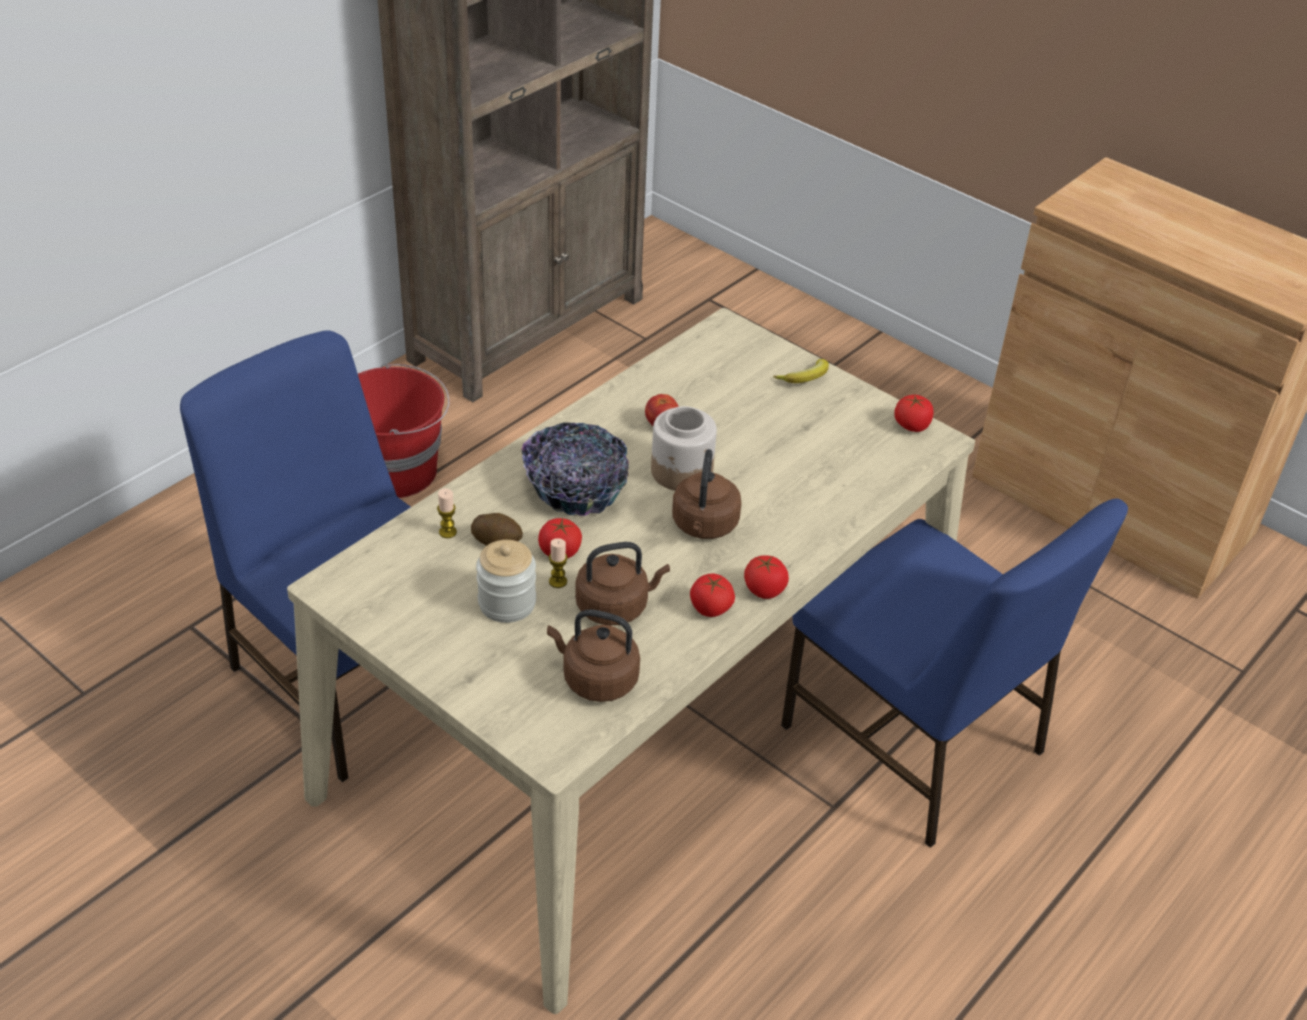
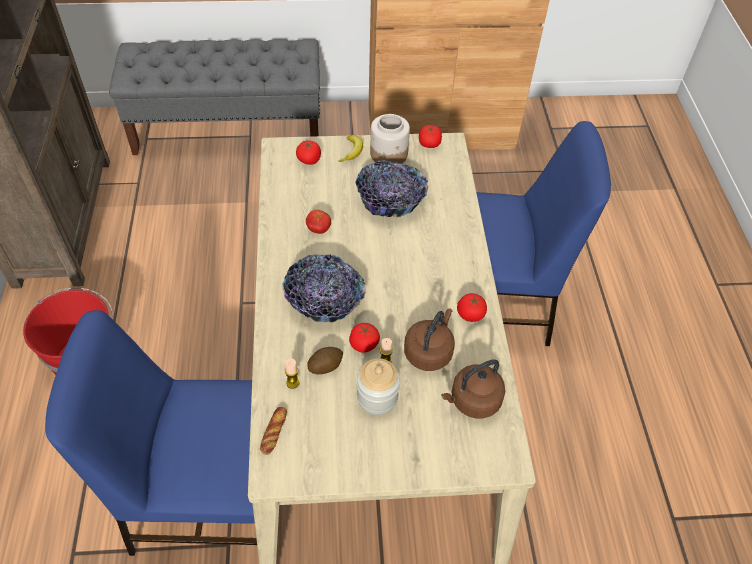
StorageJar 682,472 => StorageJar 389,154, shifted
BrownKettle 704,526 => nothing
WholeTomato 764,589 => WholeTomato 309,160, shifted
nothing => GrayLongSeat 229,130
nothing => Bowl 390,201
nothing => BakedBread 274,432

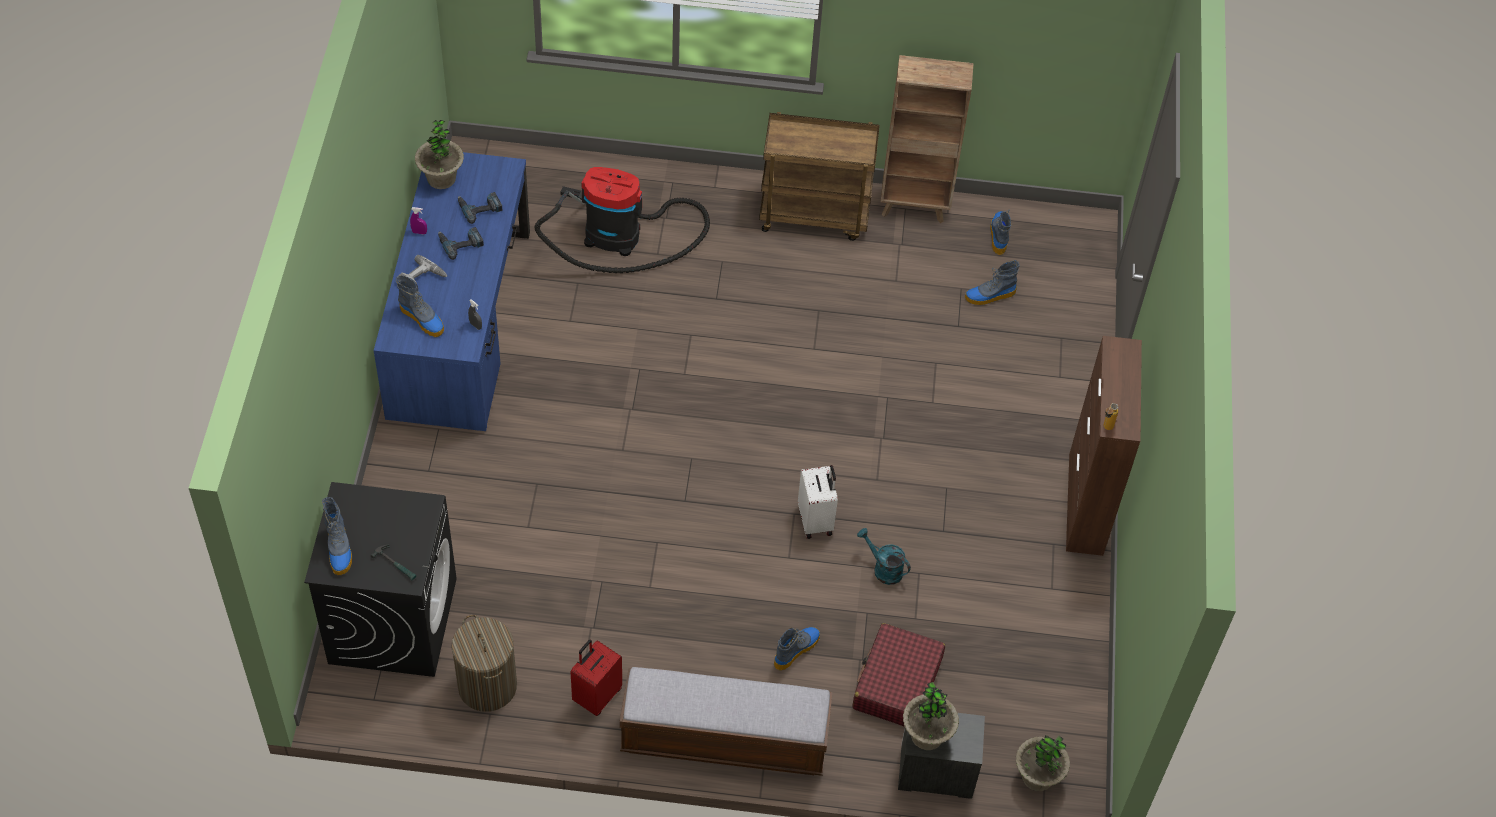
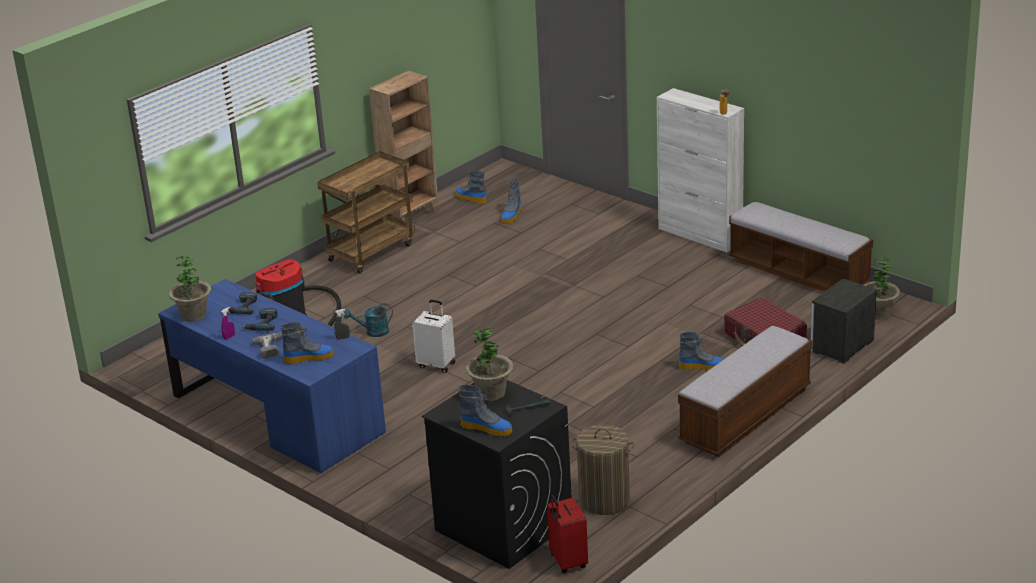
BrownCabinet 1085,504 => WhitishCabinet 700,235
WhitishPieceOfLuggage 816,521 => WhitishPieceOfLuggage 437,364, shifted
BlueGreenWateringCan 883,568 => BlueGreenWateringCan 373,332, shifted
Boot 796,649 => Boot 702,366, 105 degrees clockwise
RedColouredPieceOfLuggage 596,695 => RedColouredPieceOfLuggage 567,562, shifted
PlantInAPot 927,735 => PlantInAPot 491,393, shifted
nothing => LongSeat 798,273

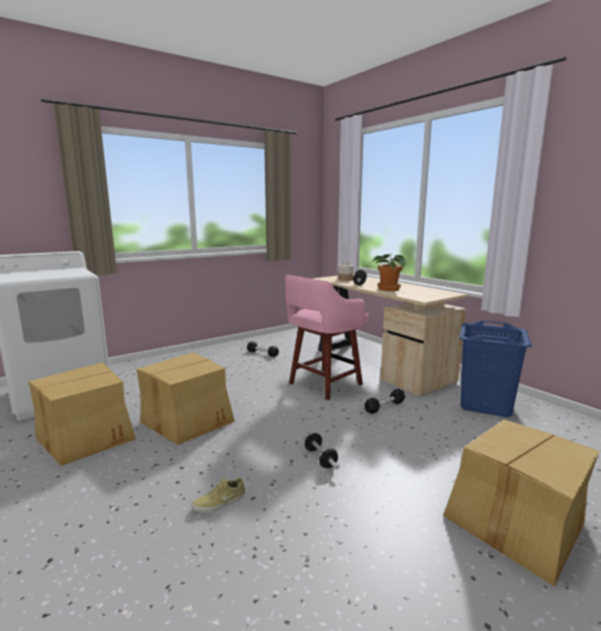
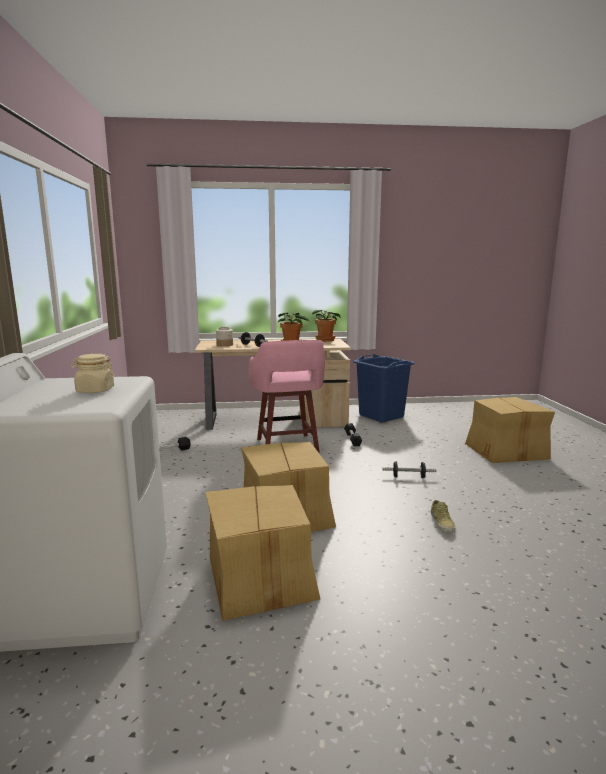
nothing => PlantInAPot 326,340
nothing => BeigeColouredStorageJar 95,390

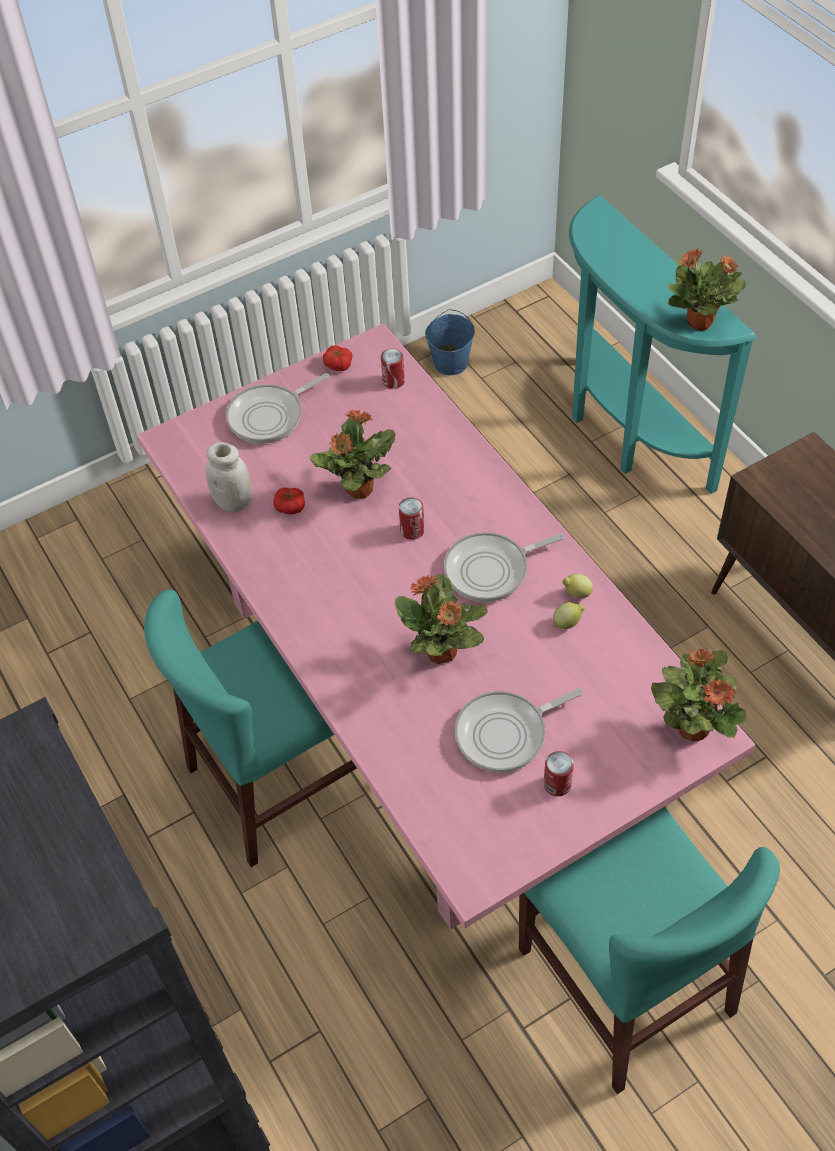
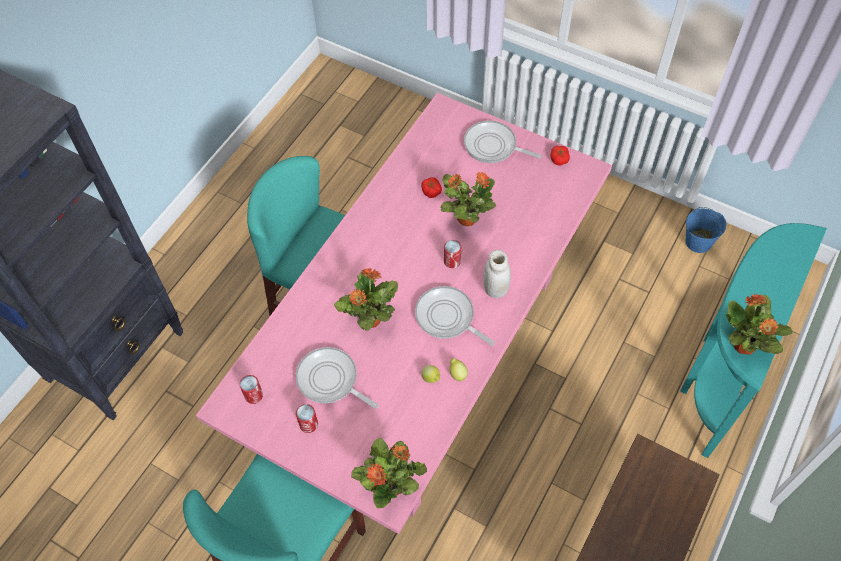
SealedCan 393,381 => SealedCan 254,395, shifted
WhitishStorageJar 233,502 => WhitishStorageJar 495,289, shifted

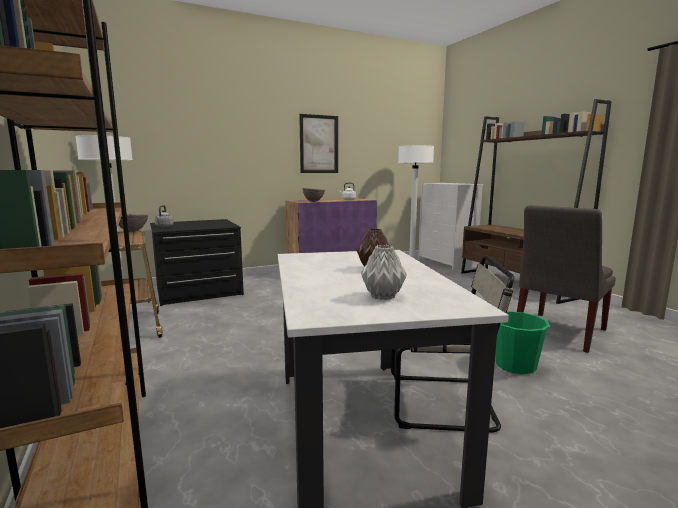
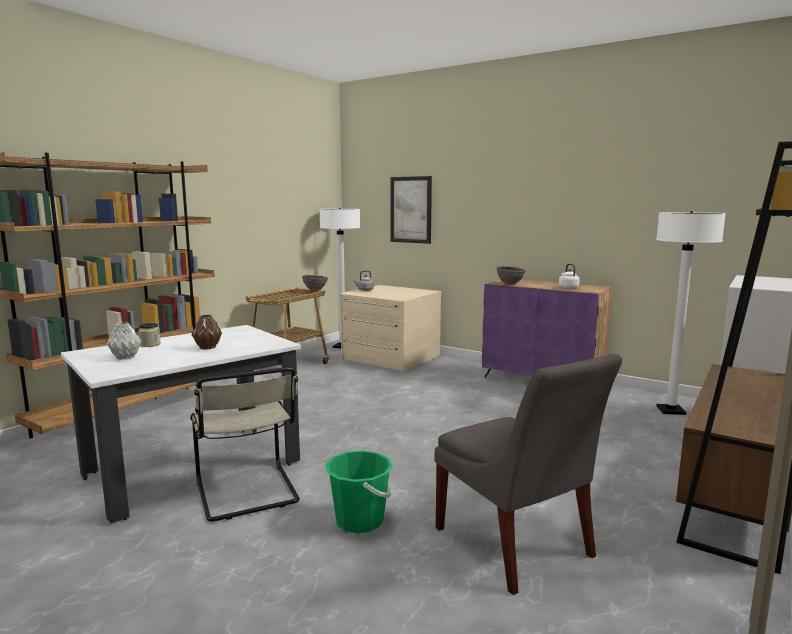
Picture 319,144 => Picture 410,210, shifted
GrayPlainChair 558,332 => GrayPlainChair 516,546, 135 degrees counterclockwise
BlackishChestOfDrawers 199,291 => BeigeColouredChestOfDrawers 390,358
nothing => StorageJar 150,344

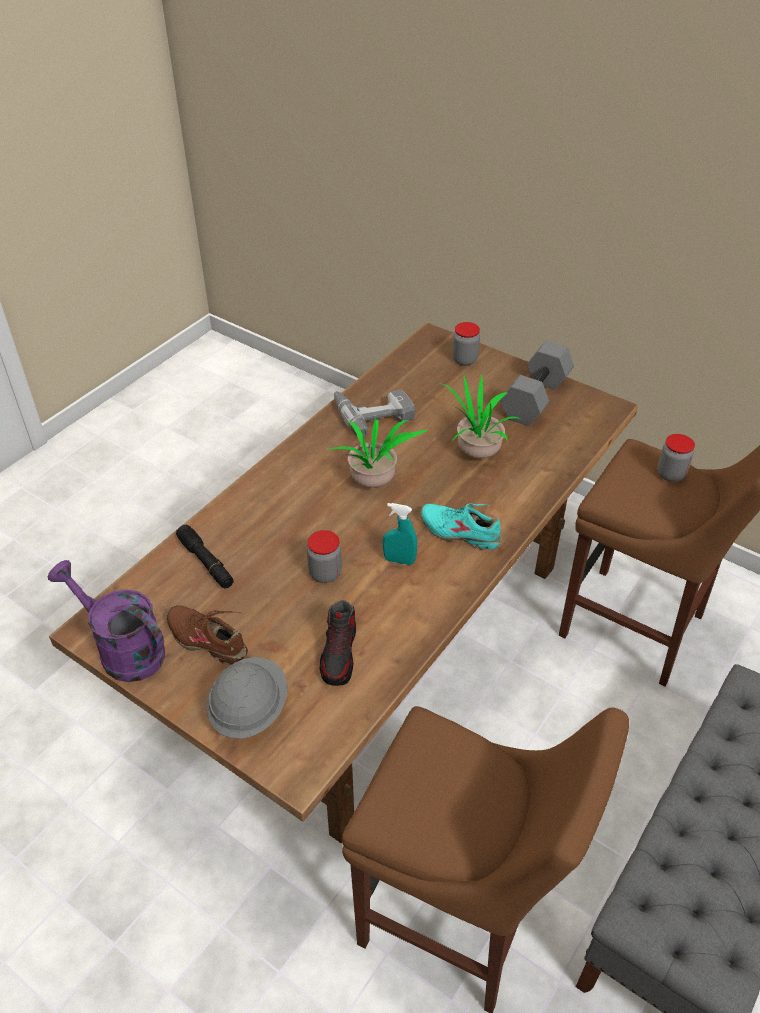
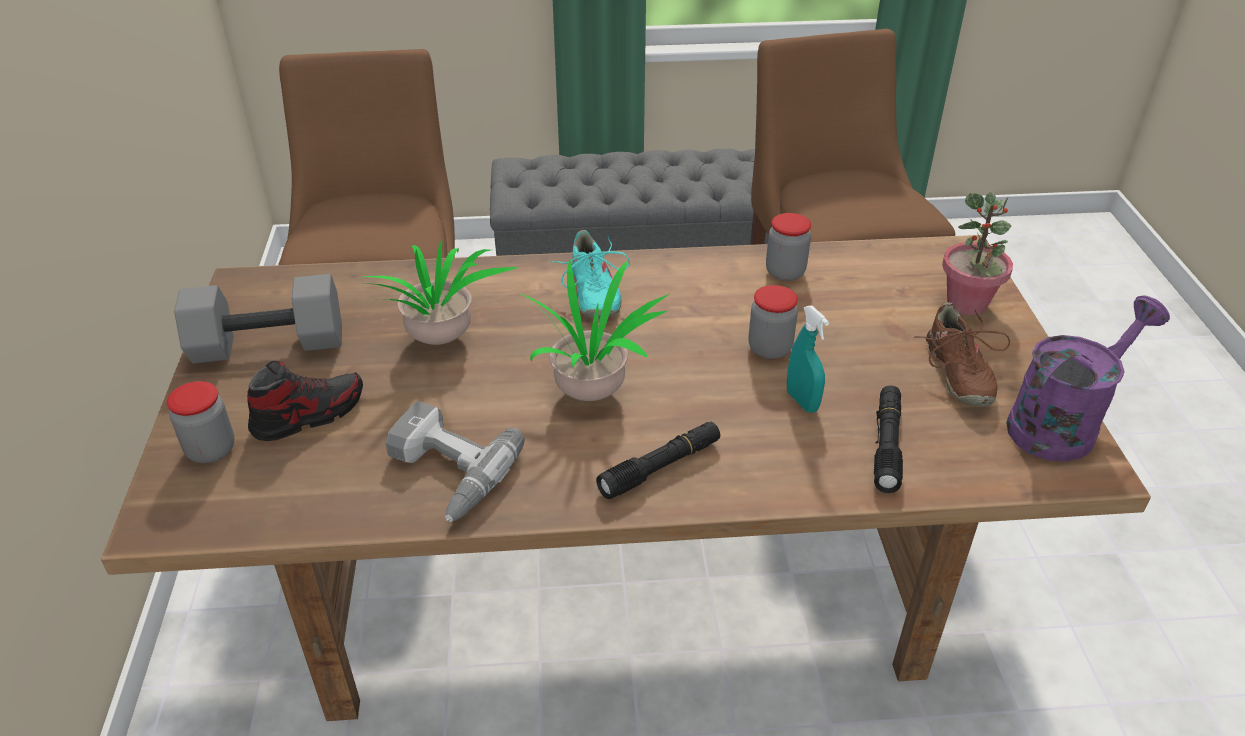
StorageJar 670,474 => StorageJar 785,272, shifted
BlueGreenSprayBottle 399,560 => BlueGreenSprayBottle 802,401, shifted
PurpleColouredWateringCan 123,649 => PurpleColouredWateringCan 1062,423, 120 degrees counterclockwise
LowShoe 339,655 => LowShoe 309,415, shifted
GrayWorkHelmet 249,710 => PlantInAPot 967,304
nothing => BlackishFlashlight 660,467

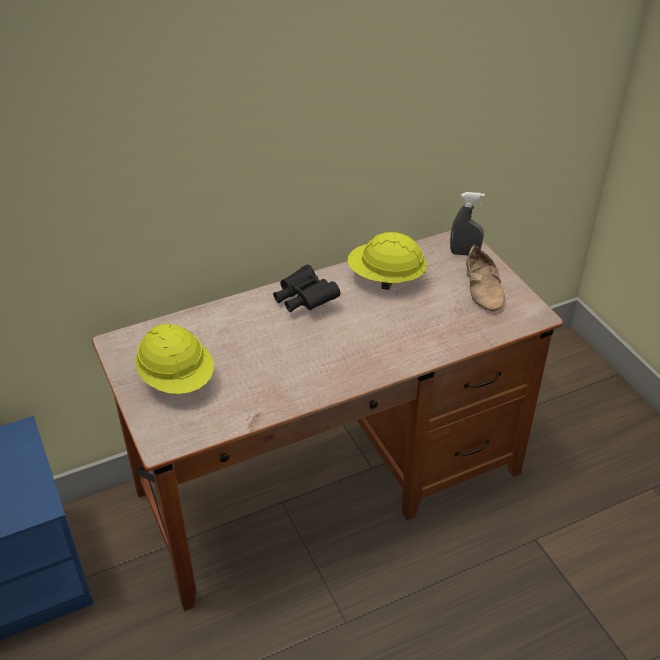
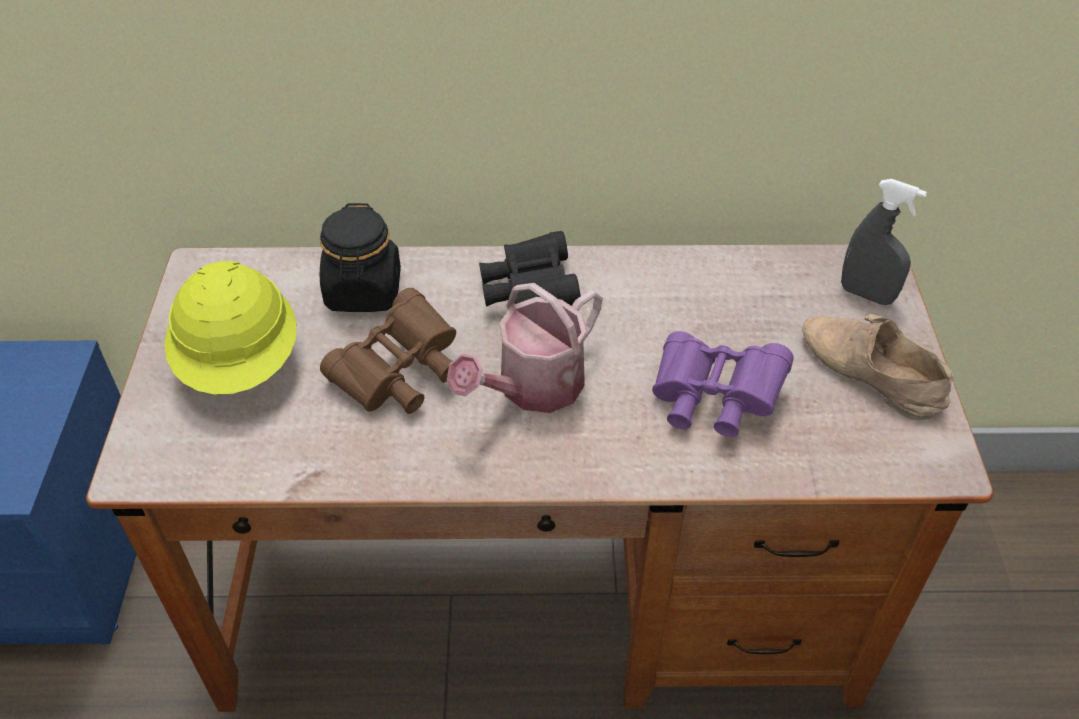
YellowColouredWorkHelmet 386,279 => nothing
BeigeColouredLowShoe 484,288 => BeigeColouredLowShoe 867,373, 120 degrees clockwise
nothing => BlackishStorageJar 364,291
nothing => WateringCan 532,388
nothing => BrownPairOfBinoculars 399,375
nothing => PurpleColouredPairOfBinoculars 712,400

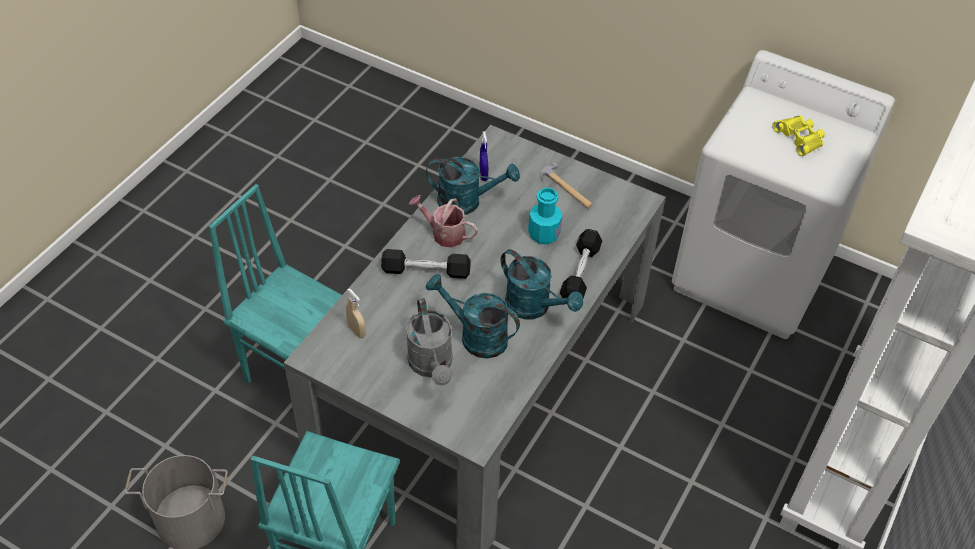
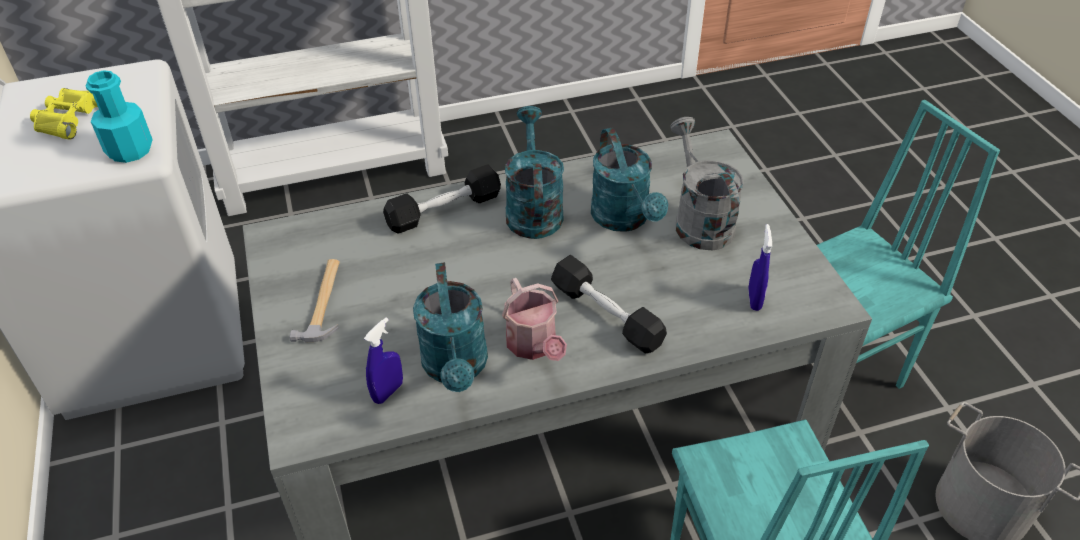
BlueGreenWateringCan 467,202 => BlueGreenWateringCan 456,368, 150 degrees counterclockwise
BlueGreenBottle 544,234 => BlueGreenBottle 130,150, shifted
BeigeColouredSprayBottle 356,331 => BlueSprayBottle 754,299
GrayWateringCan 432,366 => GrayWateringCan 699,220, 45 degrees counterclockwise

